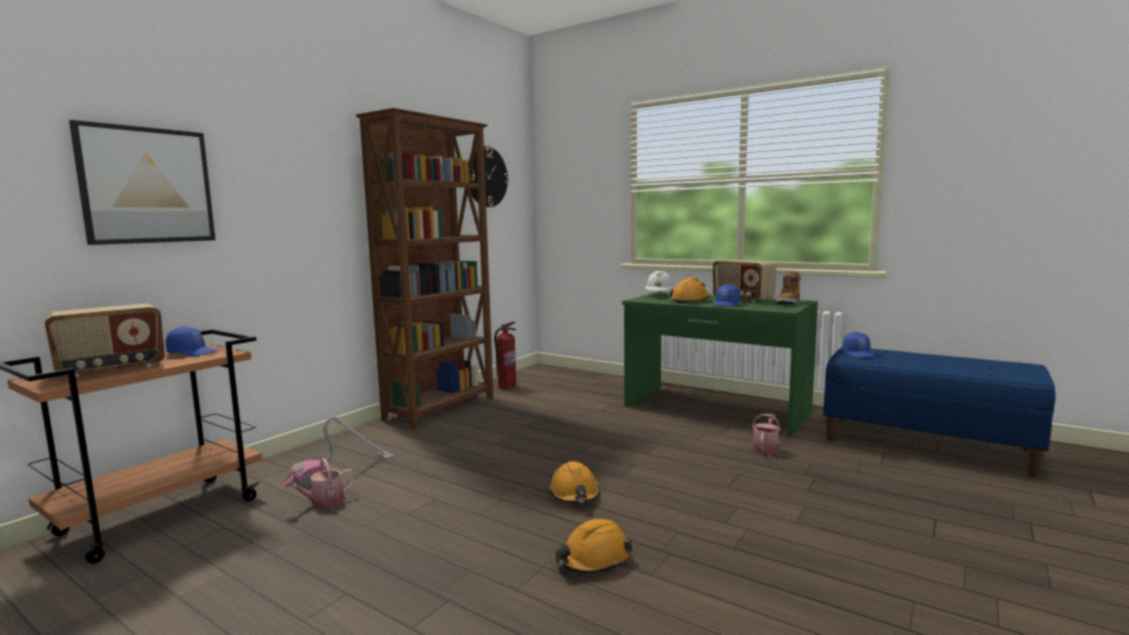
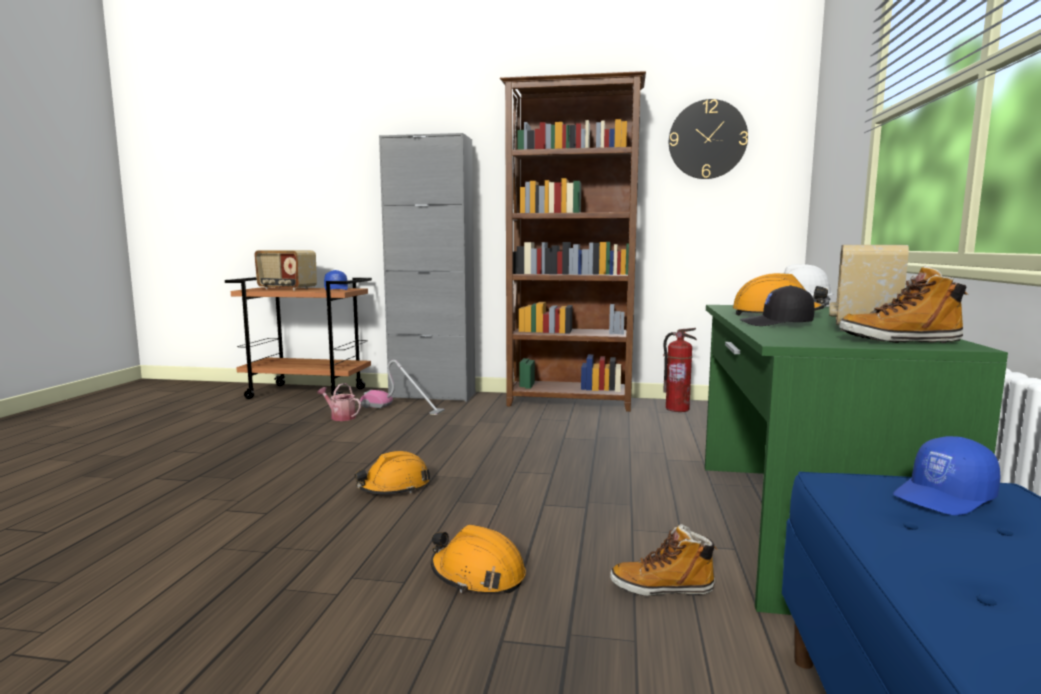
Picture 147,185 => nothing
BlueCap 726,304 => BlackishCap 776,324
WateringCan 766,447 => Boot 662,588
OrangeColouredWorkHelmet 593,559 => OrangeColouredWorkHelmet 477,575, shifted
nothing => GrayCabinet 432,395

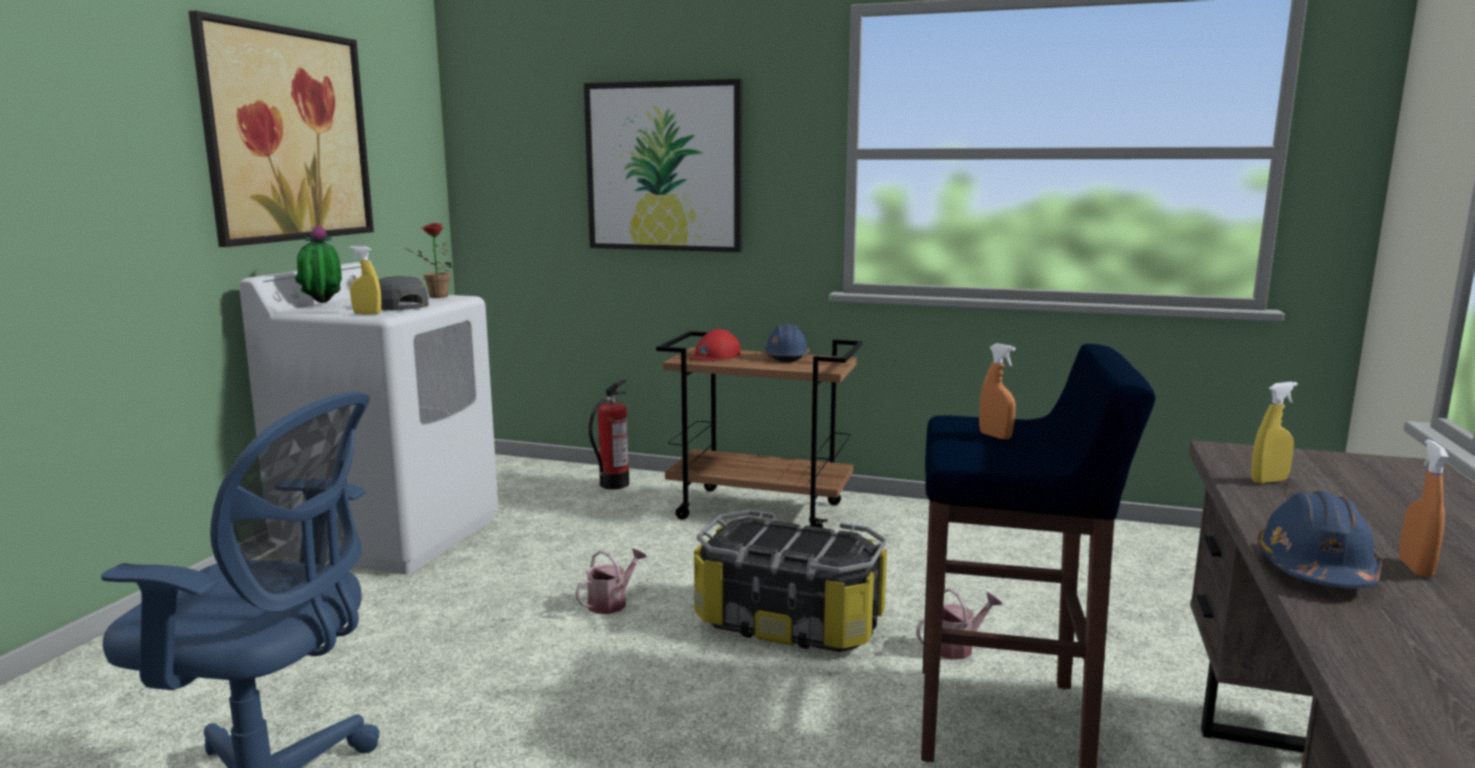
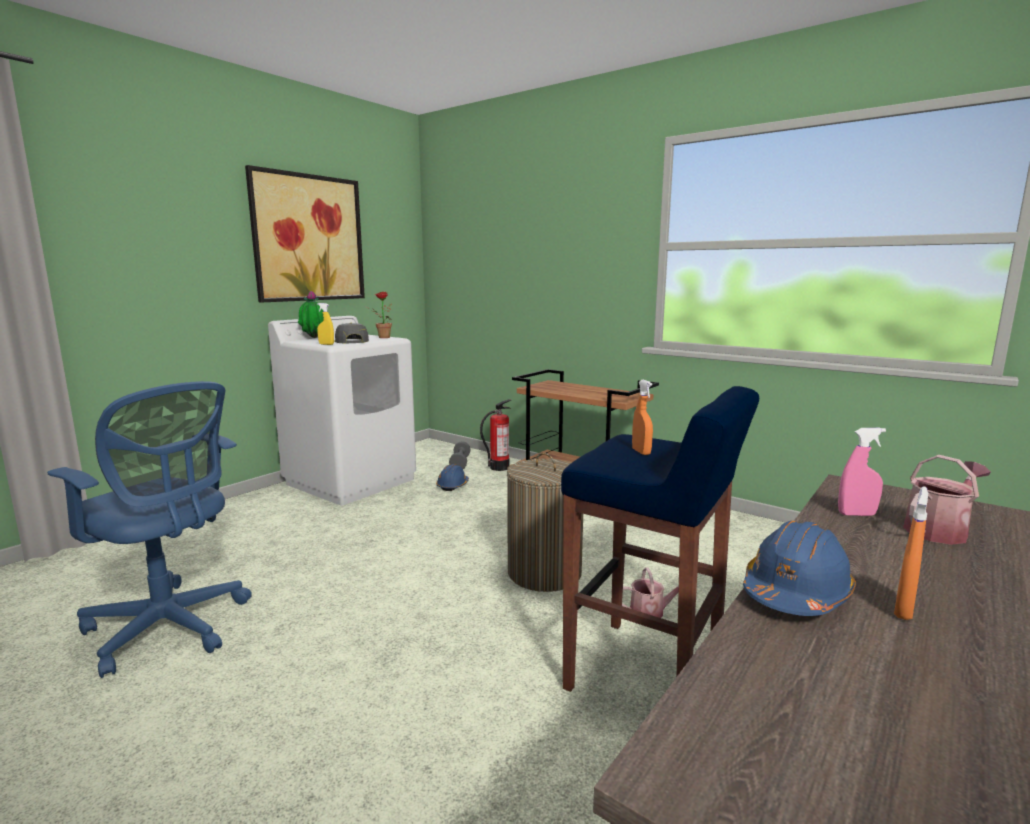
Picture 664,167 => nothing
BlueWorkHelmet 786,357 => BlueWorkHelmet 452,485, shifted
RedColouredCap 714,356 => nothing
YellowColouredSprayBottle 1269,481 => PinkishSprayBottle 857,514
StorageContainer 790,622 => Hamper 544,573
WateringCan 611,602 => WateringCan 939,530, shifted
nothing => GrayFreeWeight 460,463

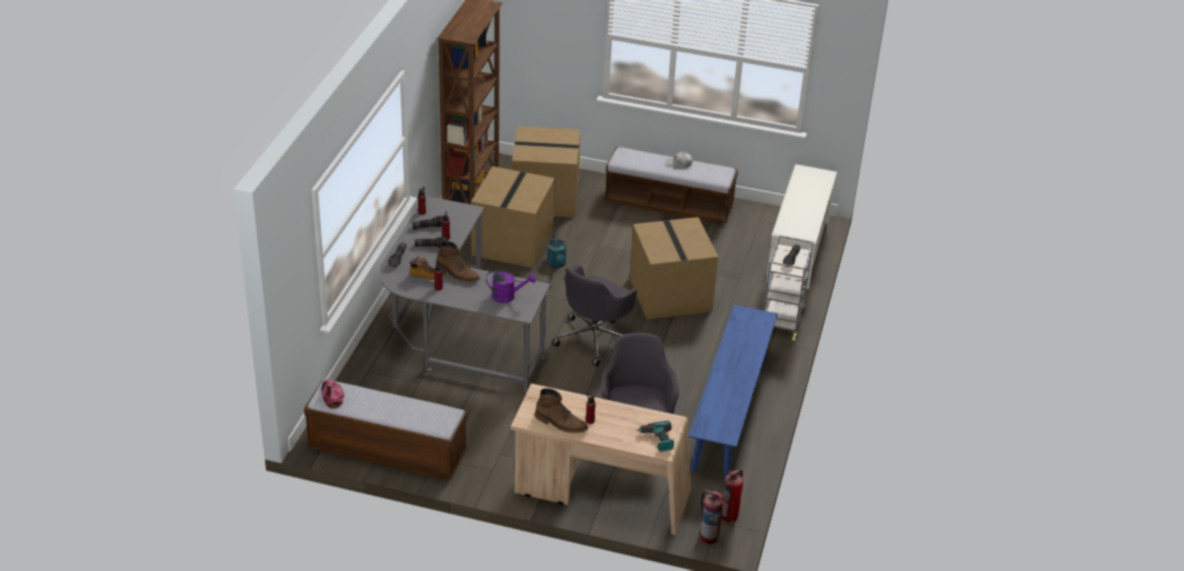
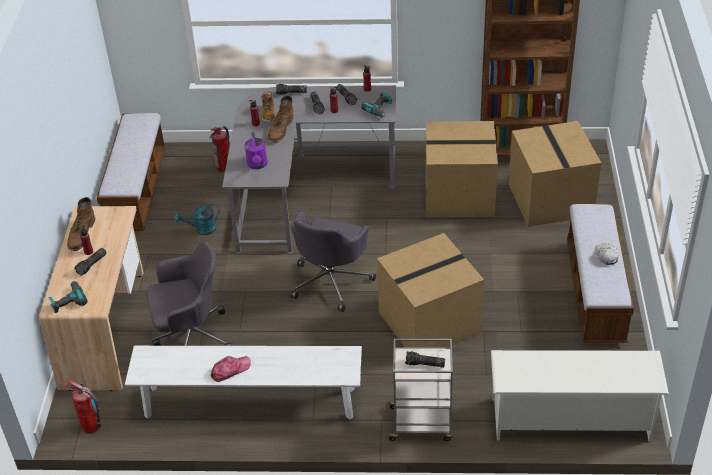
BlueGreenWateringCan 557,264 => BlueGreenWateringCan 201,229, shifted
GrayOfficeChair 595,339 => GrayOfficeChair 331,281, 90 degrees counterclockwise
BlueLongSeat 730,411 => WhitishLongSeat 250,402
Cap 332,395 => Cap 230,370, shifted
Extinguisher 709,537 => Extinguisher 224,167, shifted
nothing => ElectricDrill 380,109
nothing => Flashlight 92,265

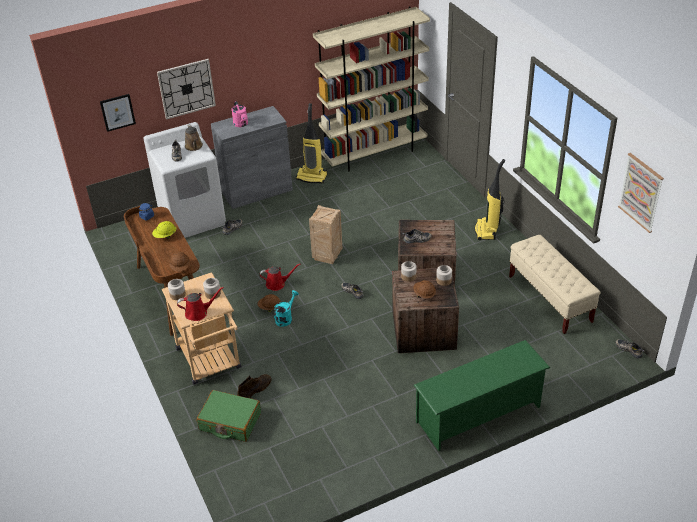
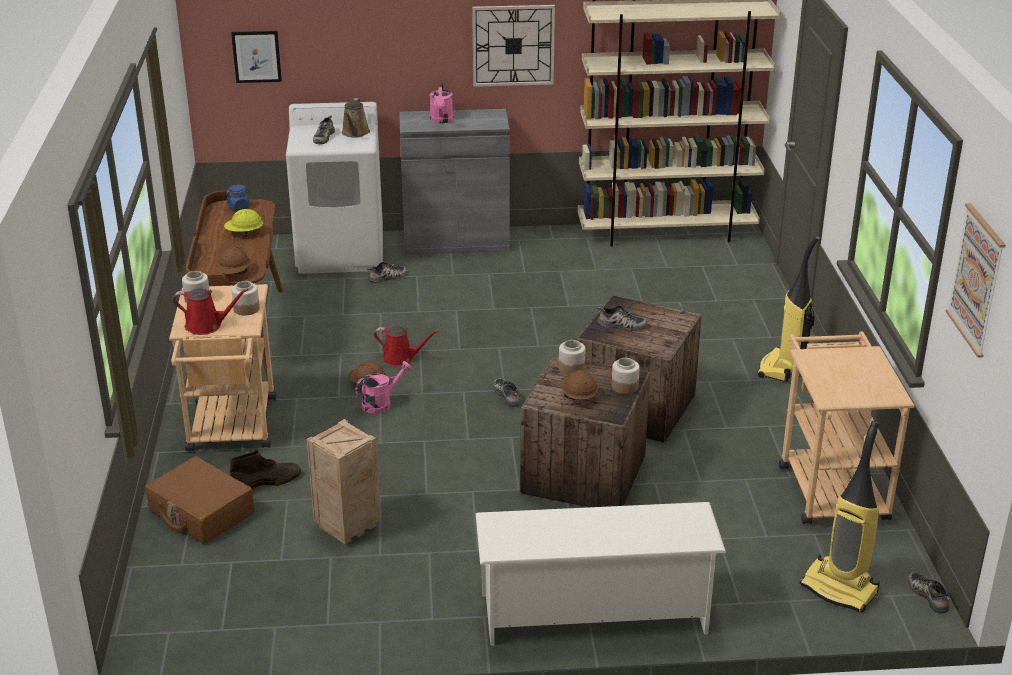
ClockOnTheWall 186,88 => ClockOnTheWall 513,45, shifted
VacuumCleaner 312,177 => VacuumCleaner 840,589, shifted
ShippingCrate 327,255 => ShippingCrate 348,525, shifted
BeigeColouredLongSeat 550,299 => BeigeColouredCart 829,486
BlueGreenWateringCan 285,318 => PinkishWateringCan 381,403
GreenishShoeStand 479,414 => WhitishShoeStand 594,614
GreenishPieceOfLuggage 230,422 => BrownPieceOfLuggage 201,512

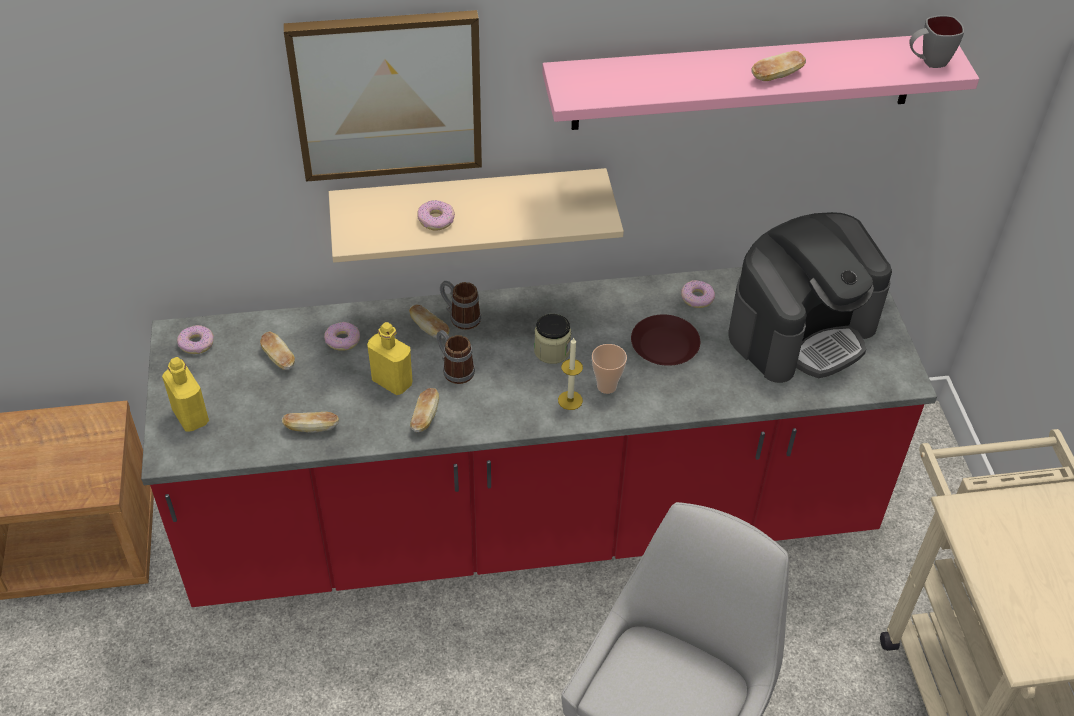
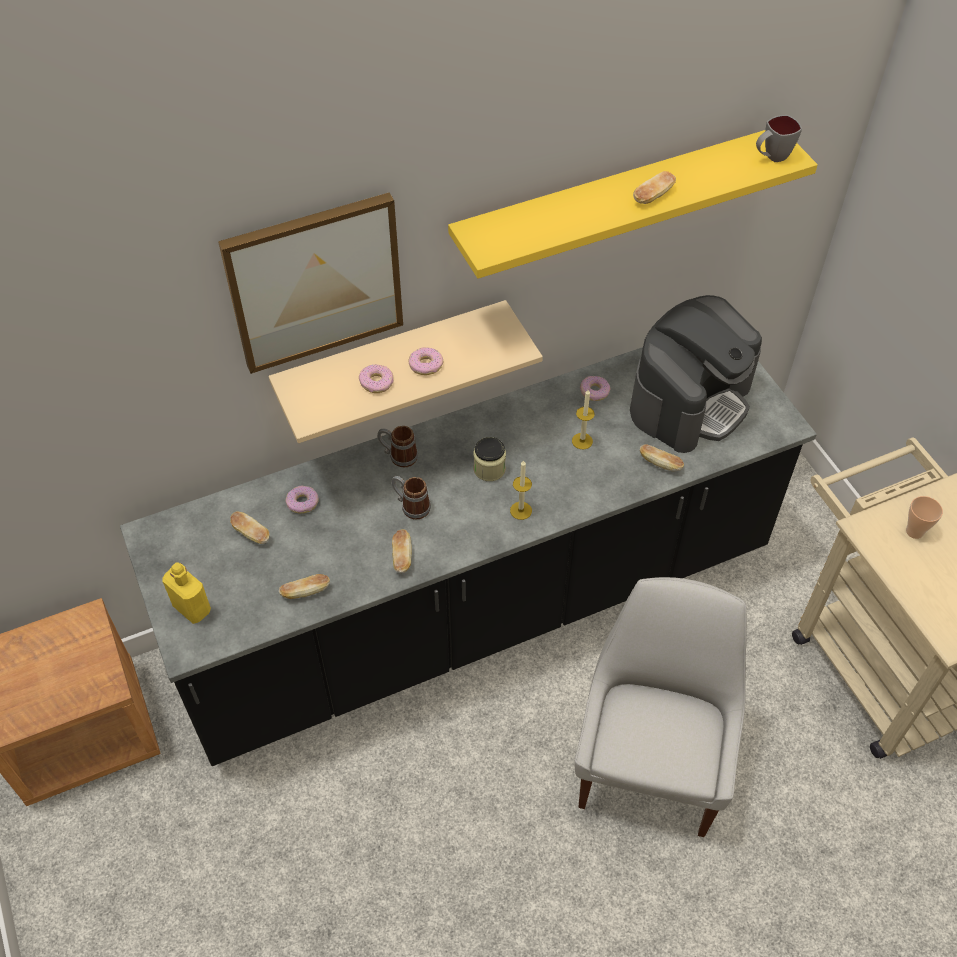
PinkishWallShelf 745,81 => YellowColouredWallShelf 616,202
RedColouredCounter 533,520 => BlackishCounter 478,607
BakedBread 429,329 => BakedBread 660,463, shifted
BrownDinnerPlate 664,345 => WaxLight 582,441
YellowColouredBottle 392,382 => nothing
Donut 196,343 => Donut 425,365, shifted
SmallCup 606,386 => SmallCup 914,531, shifted

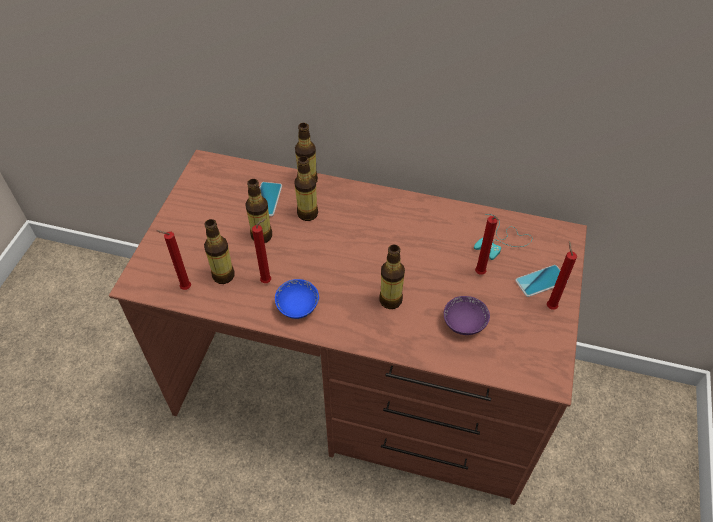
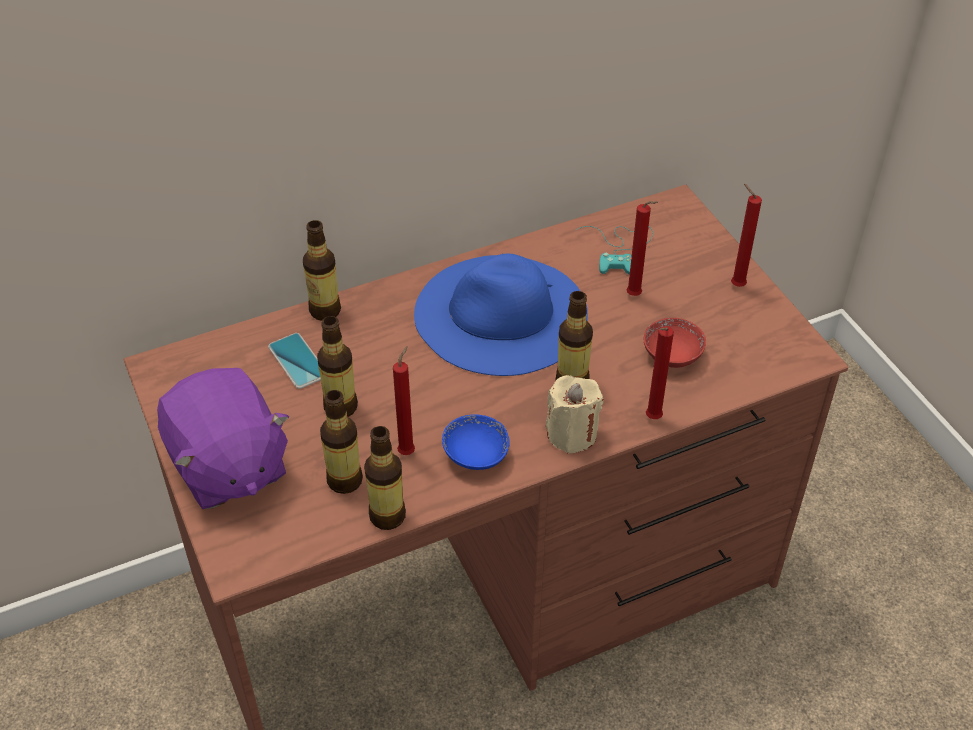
Bottle 307,214 => Bottle 387,516, shifted
RedColouredWaxLight 184,288 => RedColouredWaxLight 651,419, shifted
Telephone 541,281 => nothing
PurpleColouredBowl 464,323 => RedColouredBowl 672,355
nothing => BlueWearableHat 500,314
nothing => PurpleColouredSoftToy 228,466
nothing => BeigeColouredWaxLight 572,434

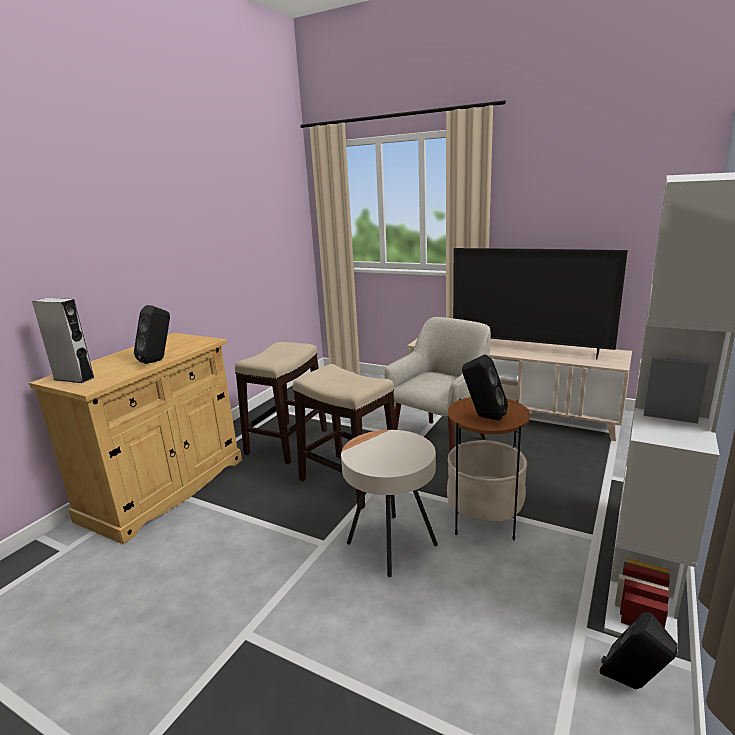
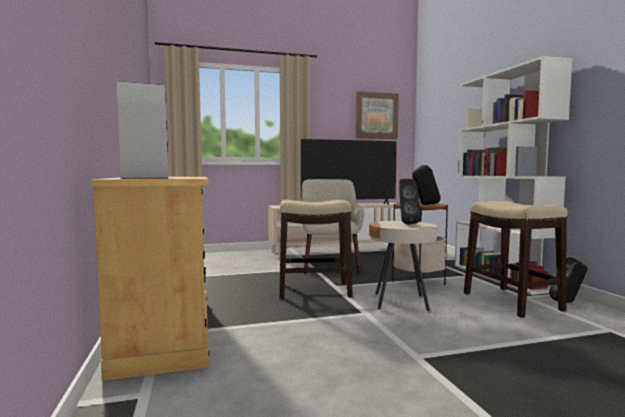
BlackishSpeaker 158,360 => BlackishSpeaker 406,224, shifted
Stool 286,442 => Stool 512,302, shifted
nothing => Picture 376,116

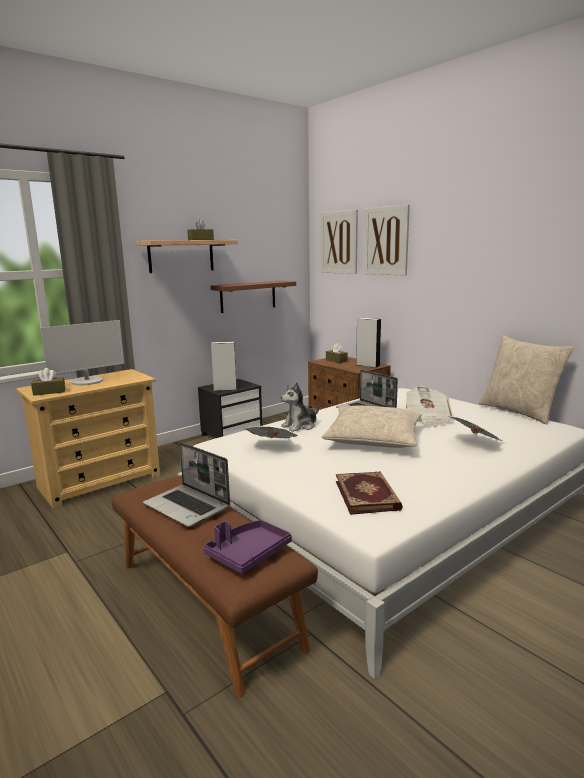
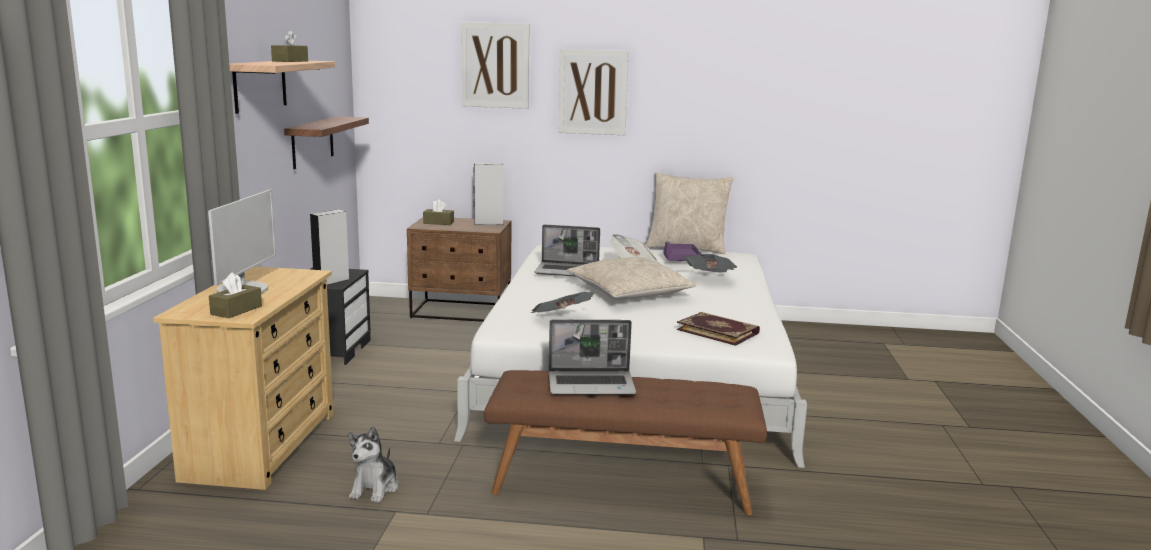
Picture 339,242 => Picture 593,92, shifted
SoftToy 300,426 => SoftToy 375,488, shifted
PurpleColouredCarryingTray 248,554 => PurpleColouredCarryingTray 680,259, shifted

